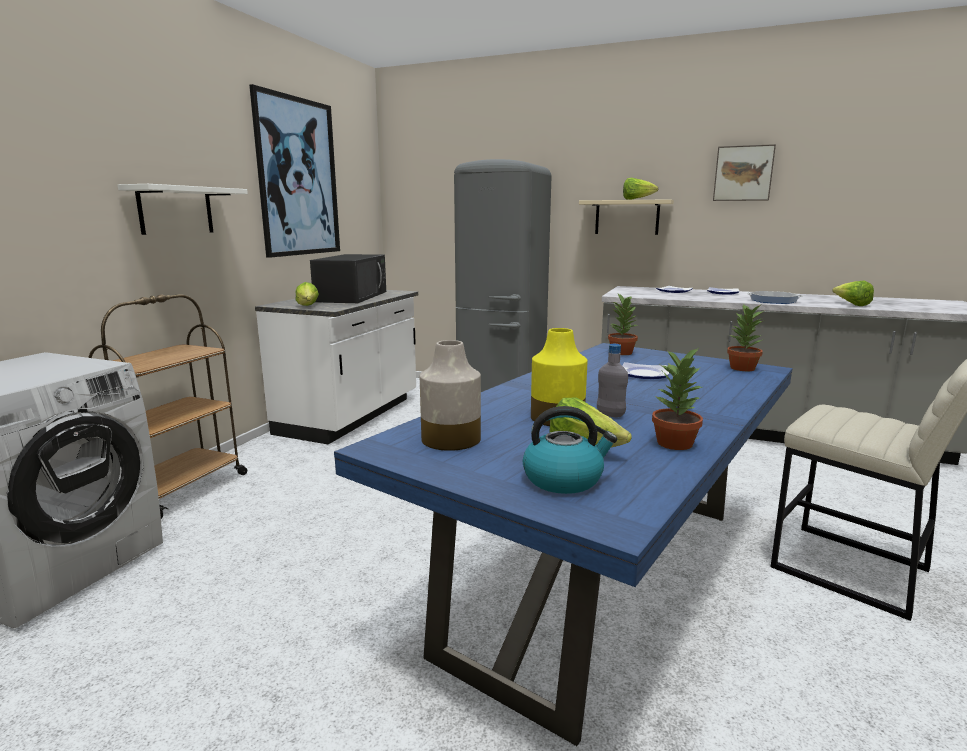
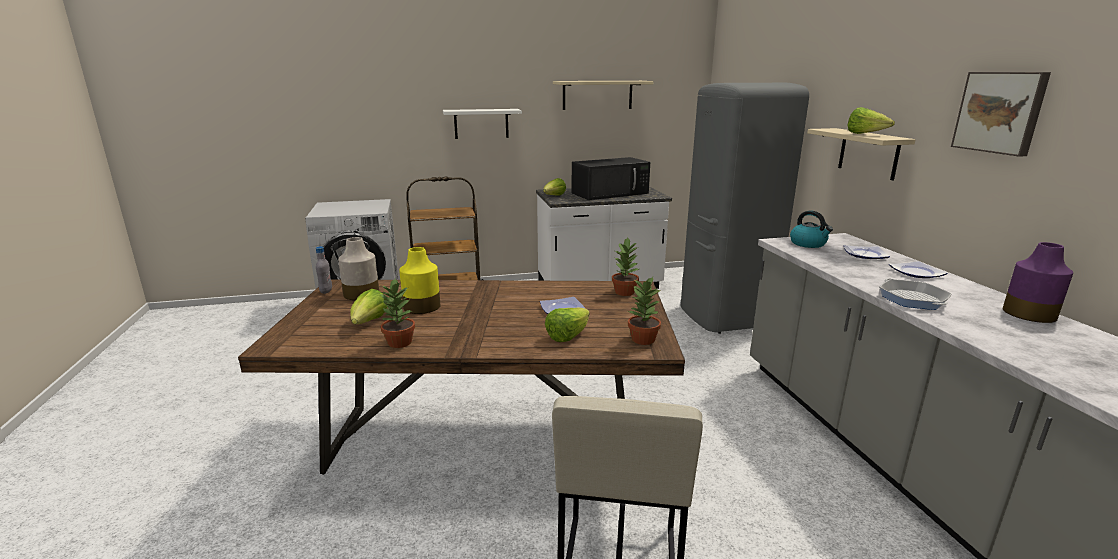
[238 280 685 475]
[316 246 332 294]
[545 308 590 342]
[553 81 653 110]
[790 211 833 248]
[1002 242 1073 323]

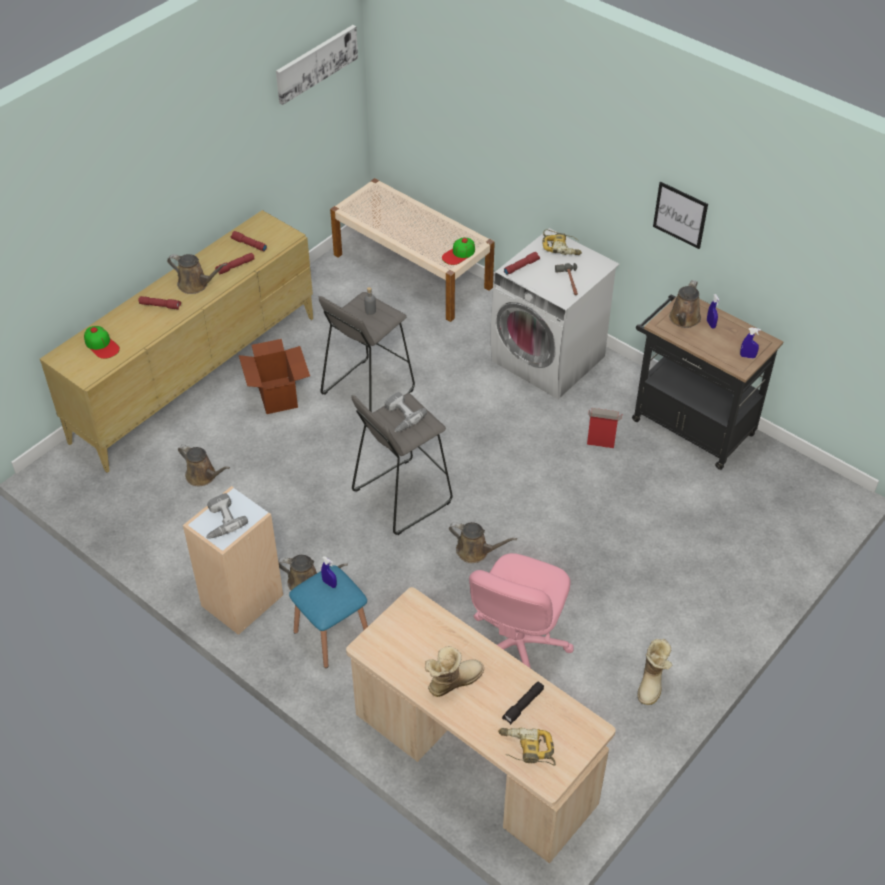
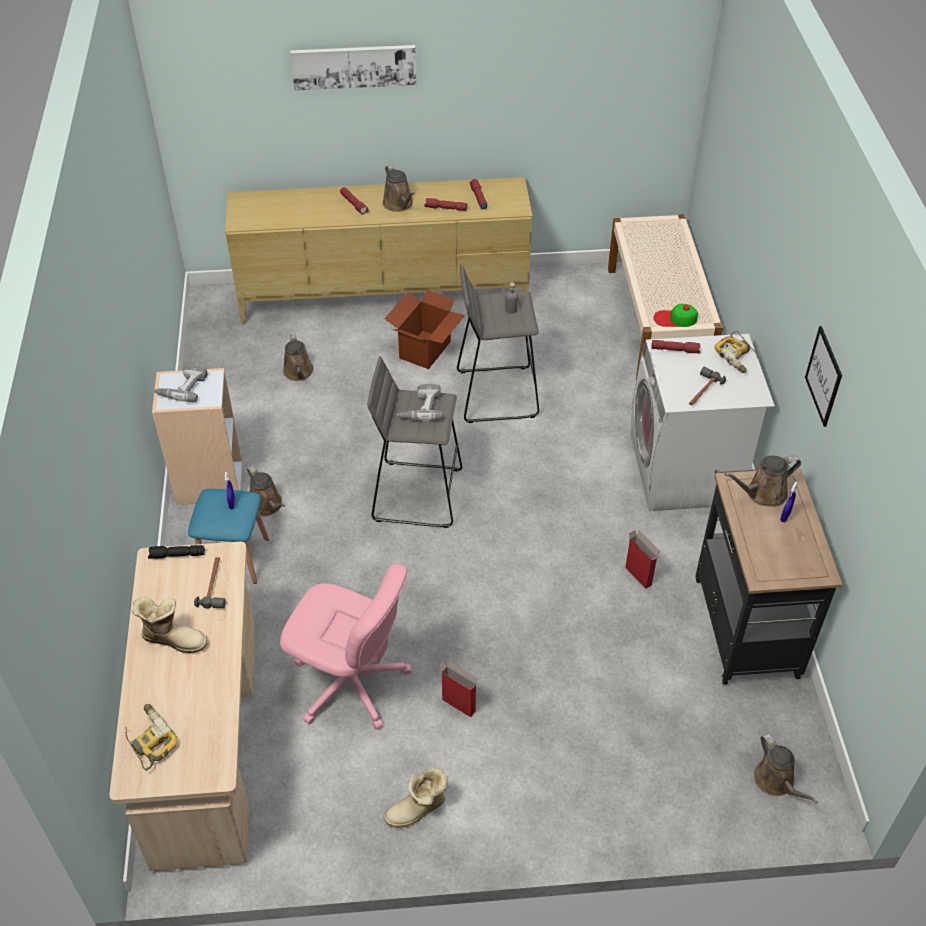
[148 545 205 559]
[194 557 225 609]
[280 564 412 730]
[290 45 416 90]
[438 661 478 717]
[754 734 818 804]
[84 326 120 359] (first image)
[740 327 761 359] (first image)

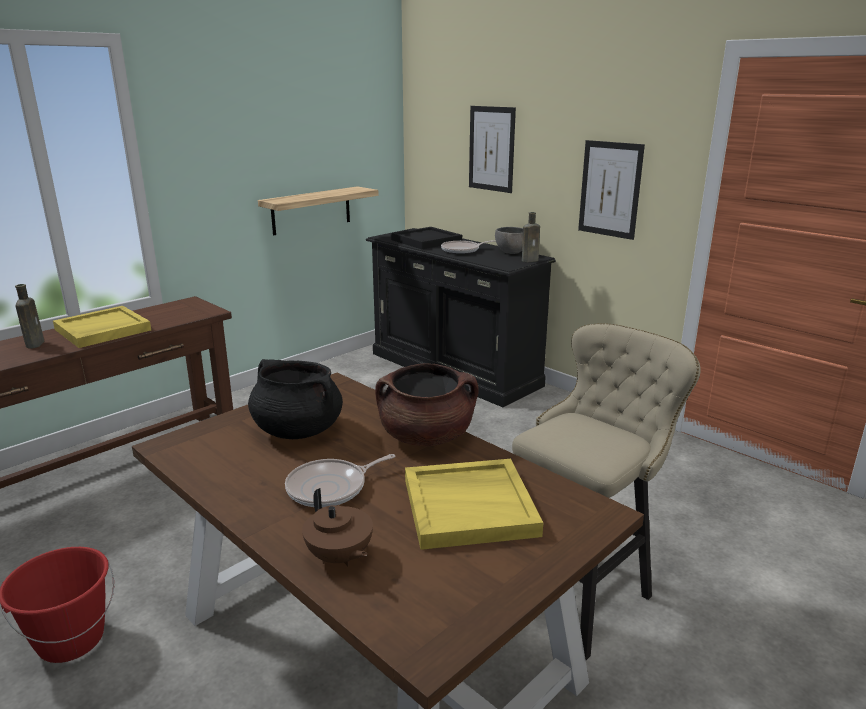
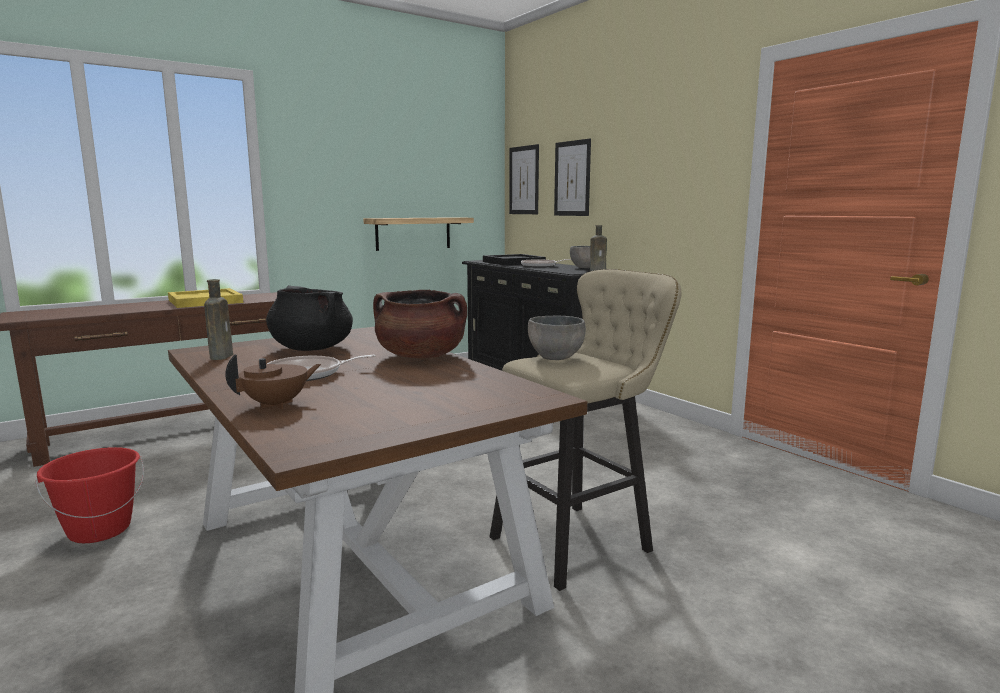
[204 279 233 360]
[225 354 321 409]
[509 144 539 214]
[528 315 586 360]
[405 459 543 550] (first image)

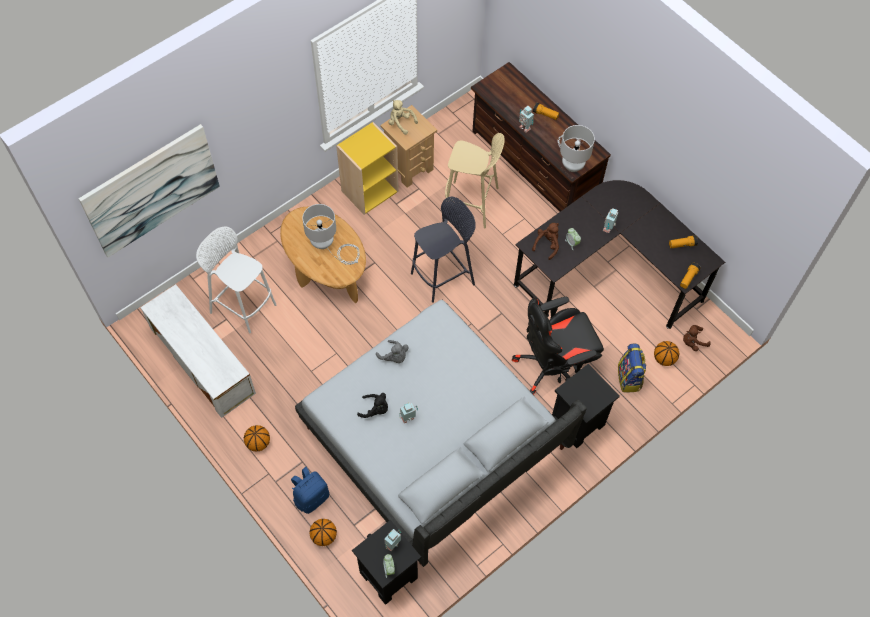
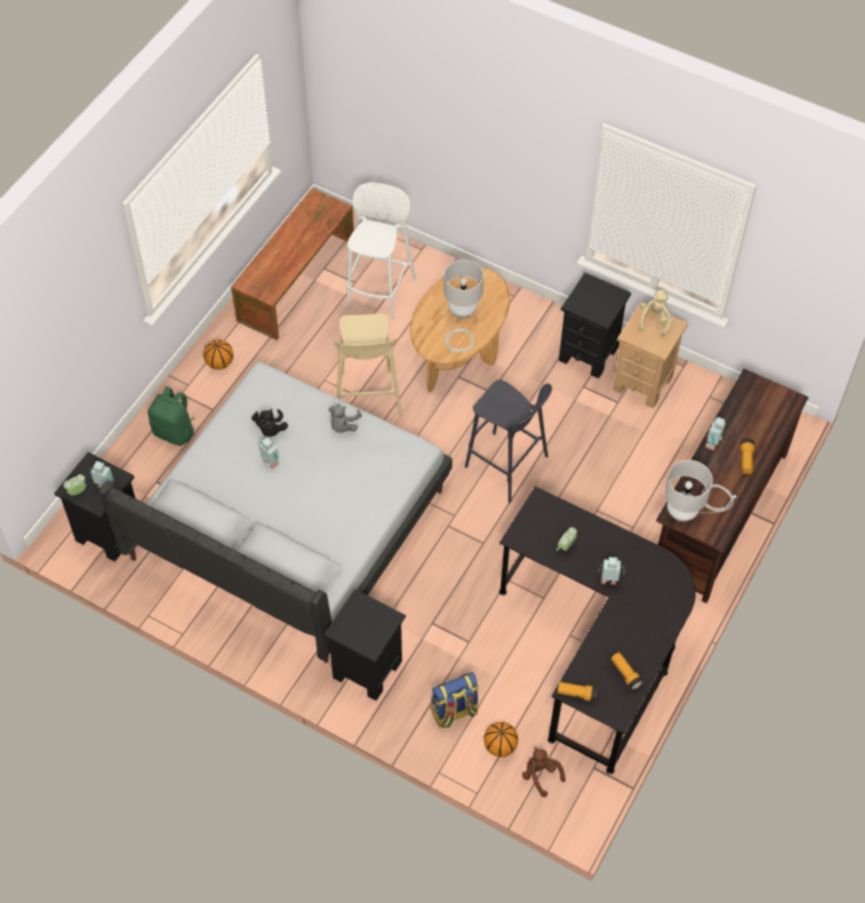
[148 387 194 446]
[231 188 354 340]
[334 313 403 418]
[559 273 631 379]
[78 124 220 257] (first image)
[309 519 337 546] (first image)
[512 297 604 395] (first image)
[532 223 559 260] (first image)

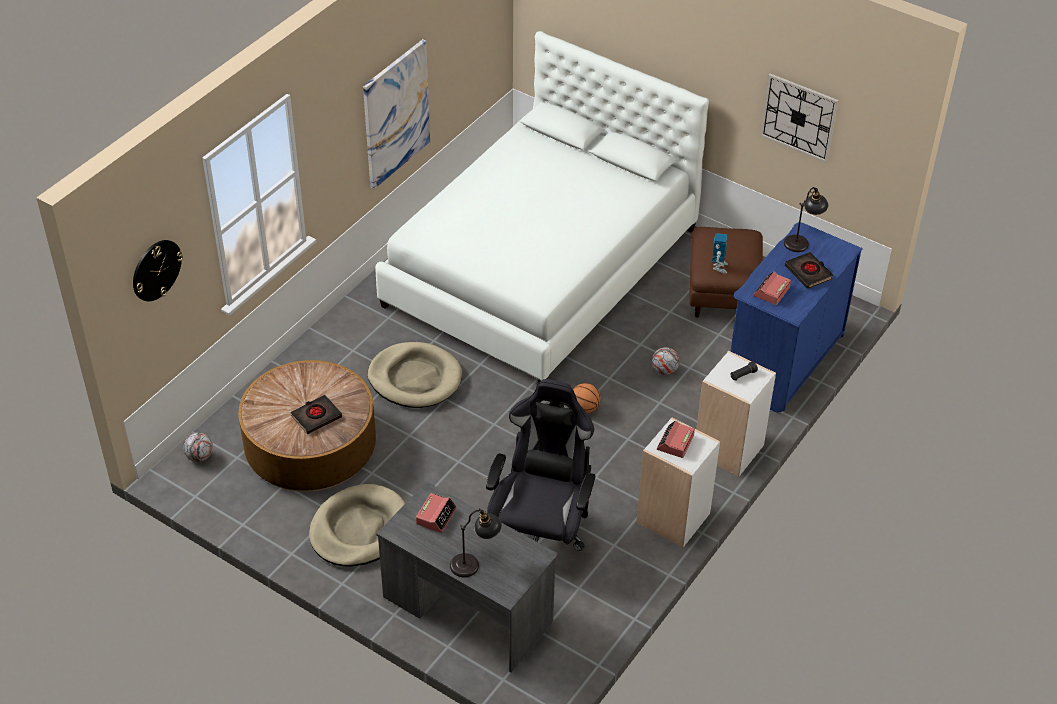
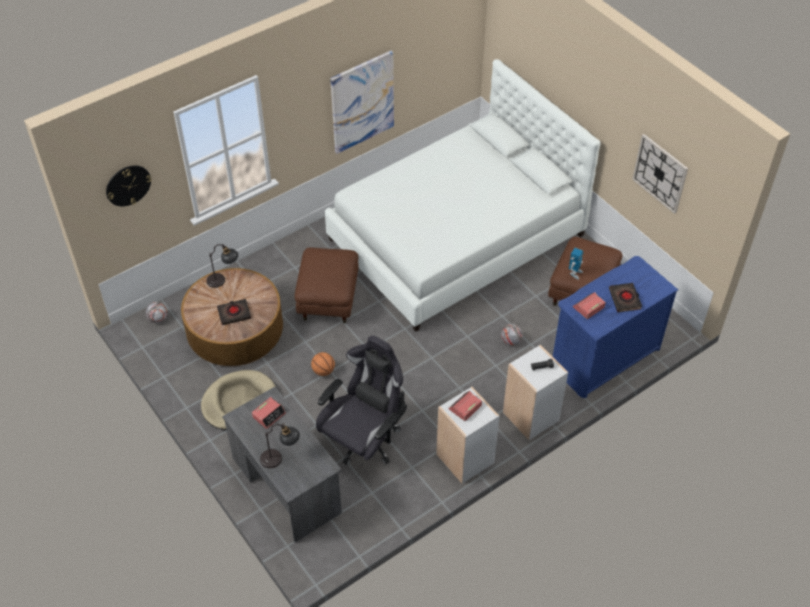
[206 243 238 288]
[295 247 359 323]
[311 352 335 376]

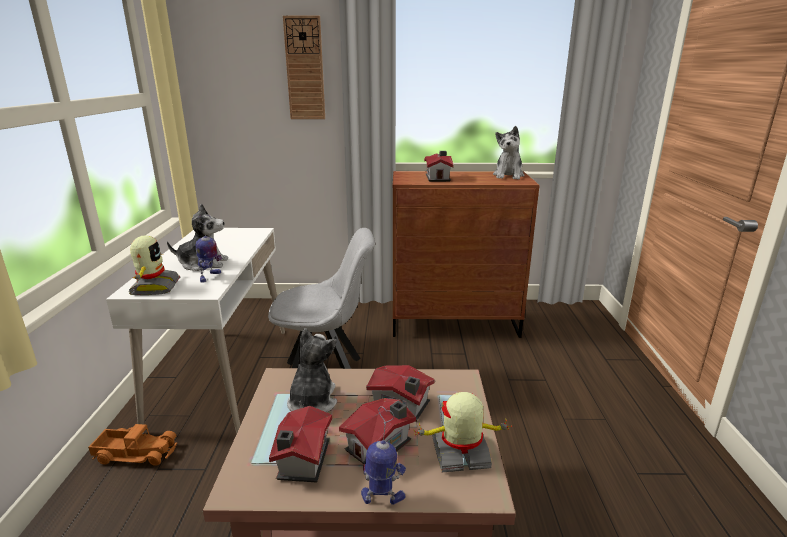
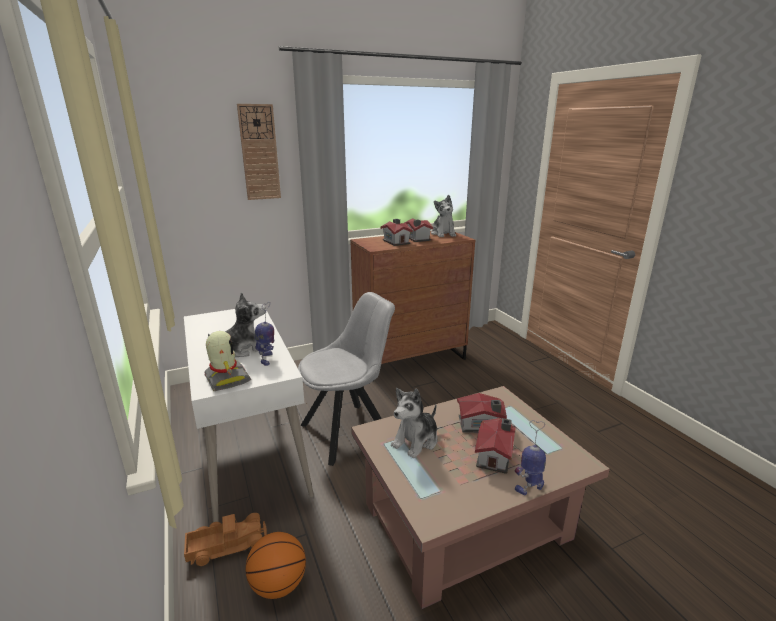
[246 532 306 599]
[391 388 437 458]
[405 218 433 242]
[414 392 512 472] (first image)

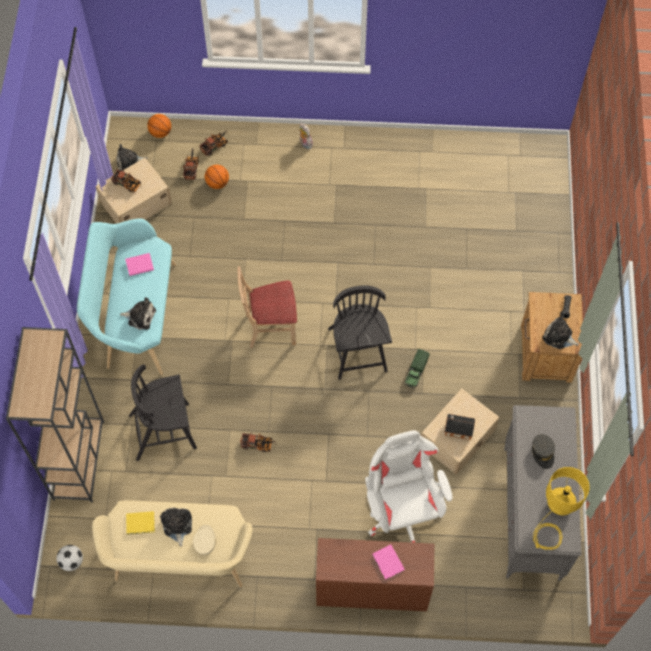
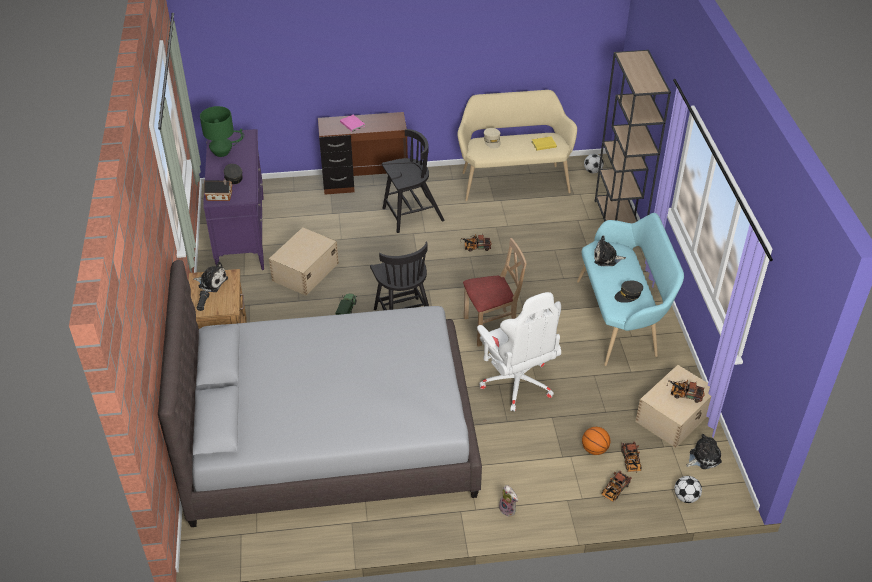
[158 260 482 527]
[200 106 244 157]
[203 129 264 270]
[204 180 232 201]
[382 129 445 233]
[477 292 561 412]
[614 281 643 303]
[674 476 702 503]
[160 508 192 547] (first image)

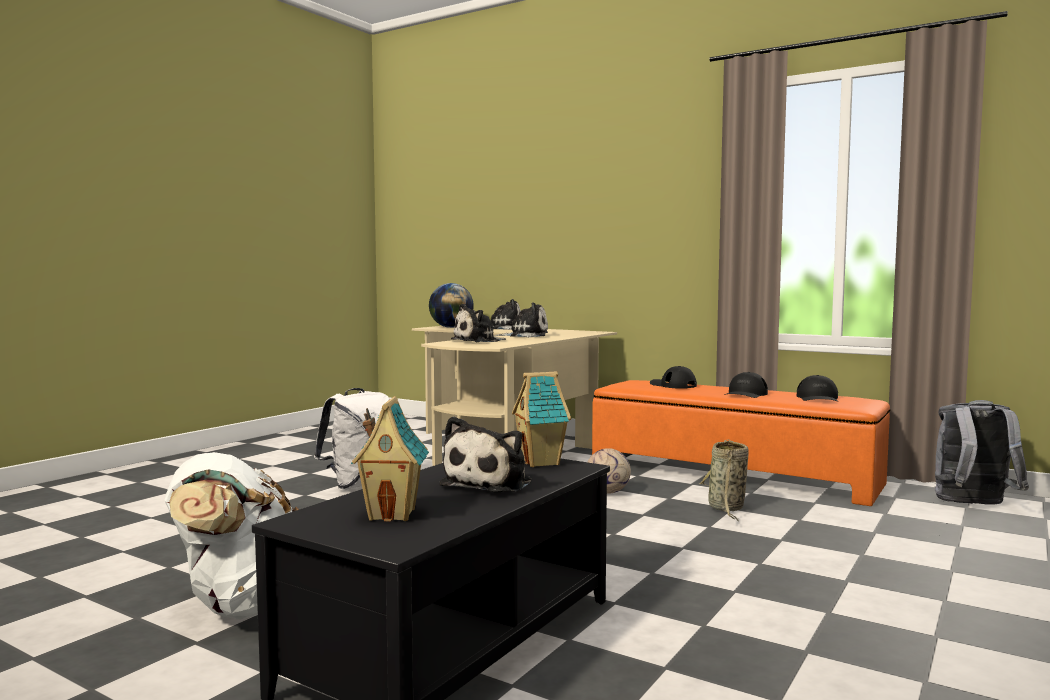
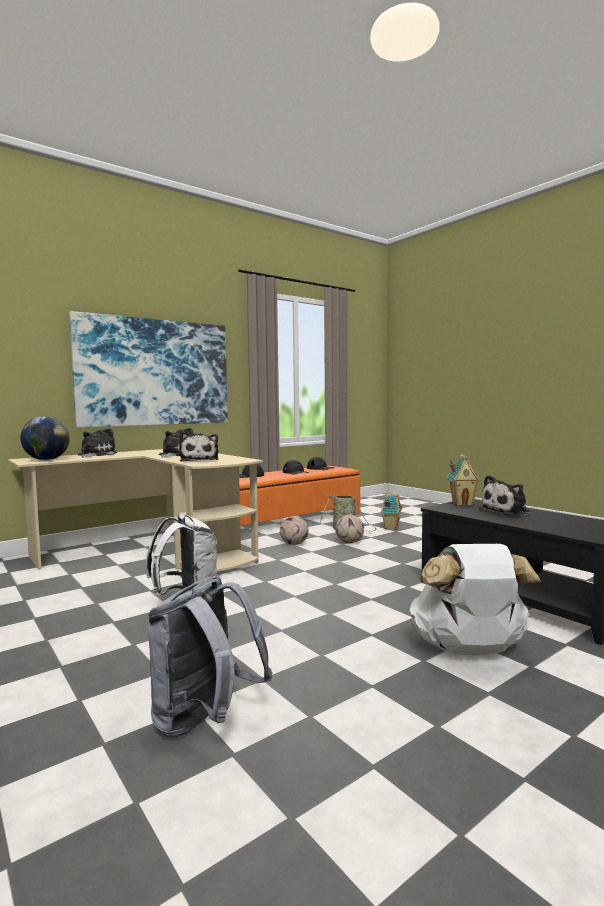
[69 311 228 427]
[149 576 272 738]
[335 515 364 543]
[381 494 402 530]
[479 475 531 516]

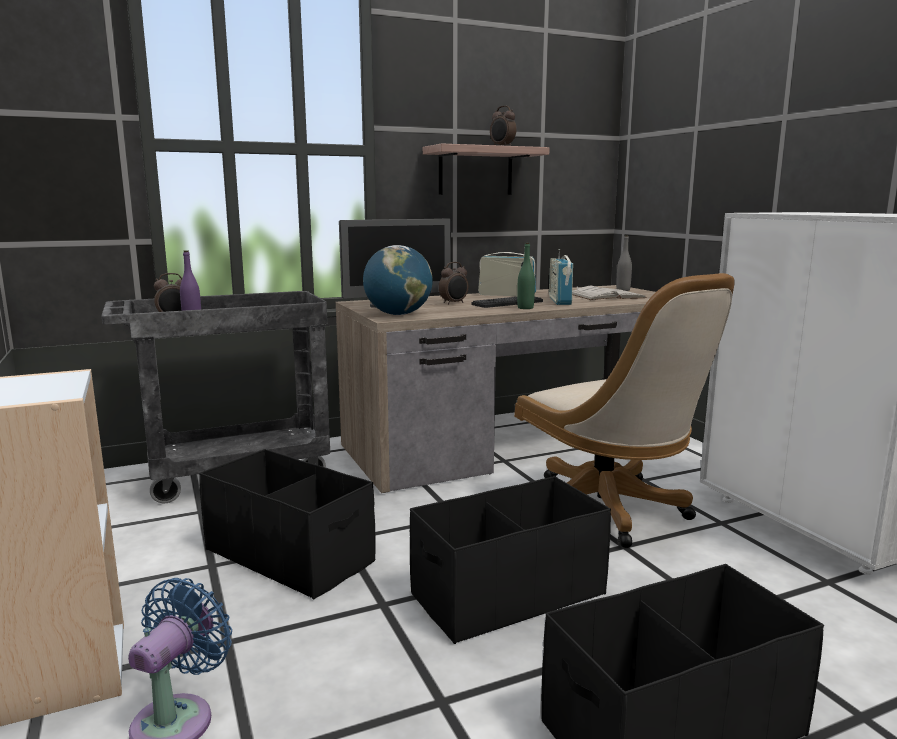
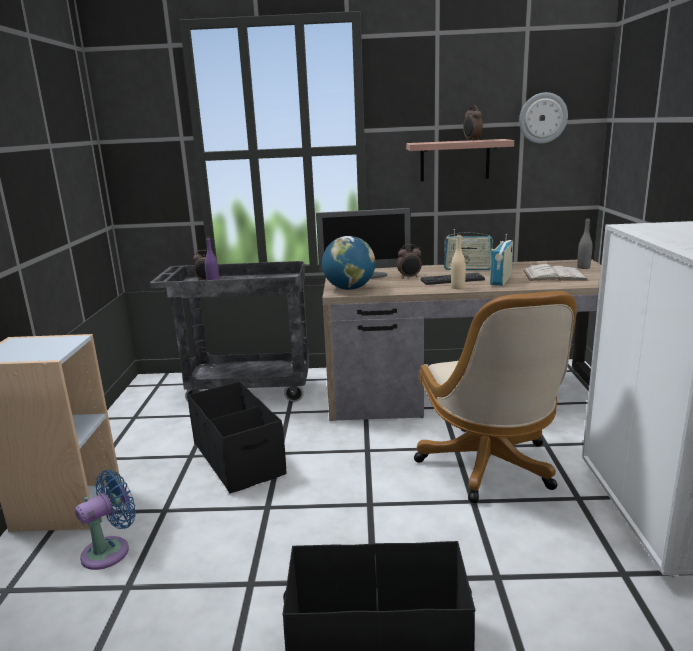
[444 229 493 270]
[451 234 466 289]
[519 92 568 144]
[410 476 611 644] (first image)

